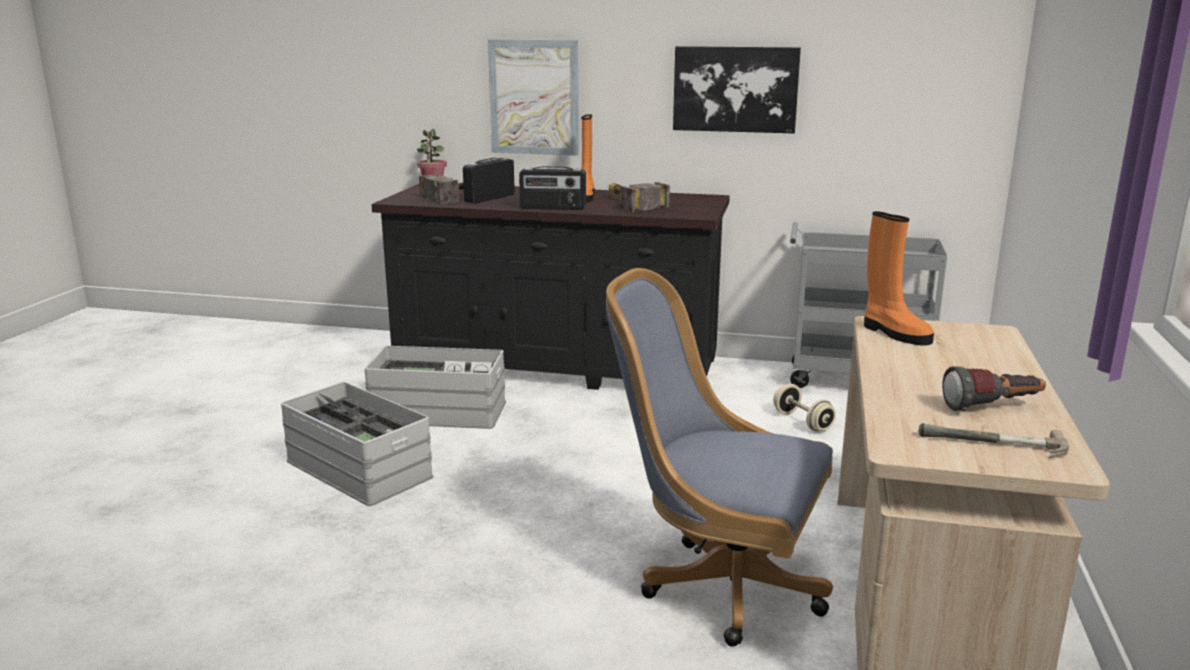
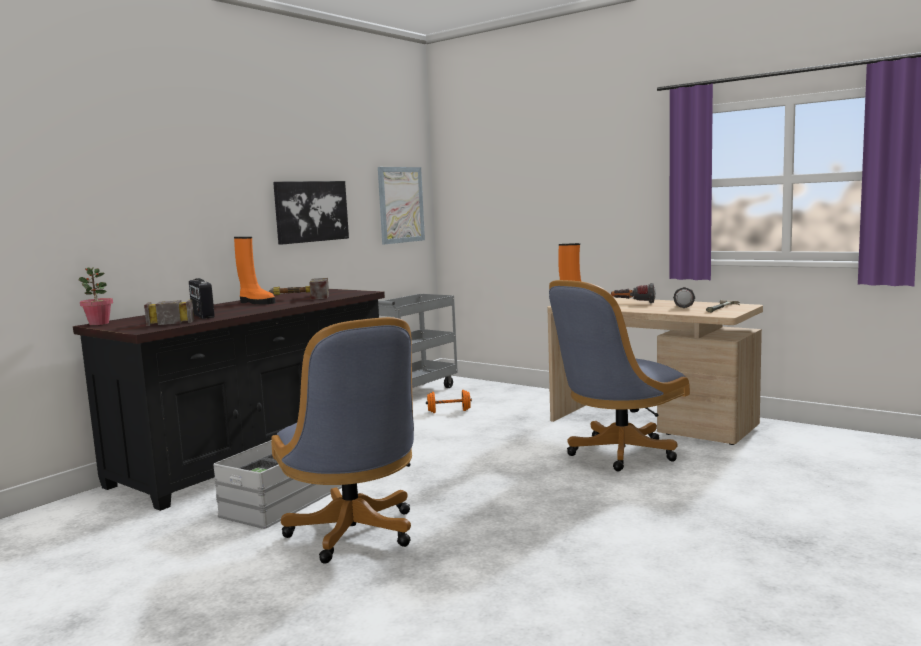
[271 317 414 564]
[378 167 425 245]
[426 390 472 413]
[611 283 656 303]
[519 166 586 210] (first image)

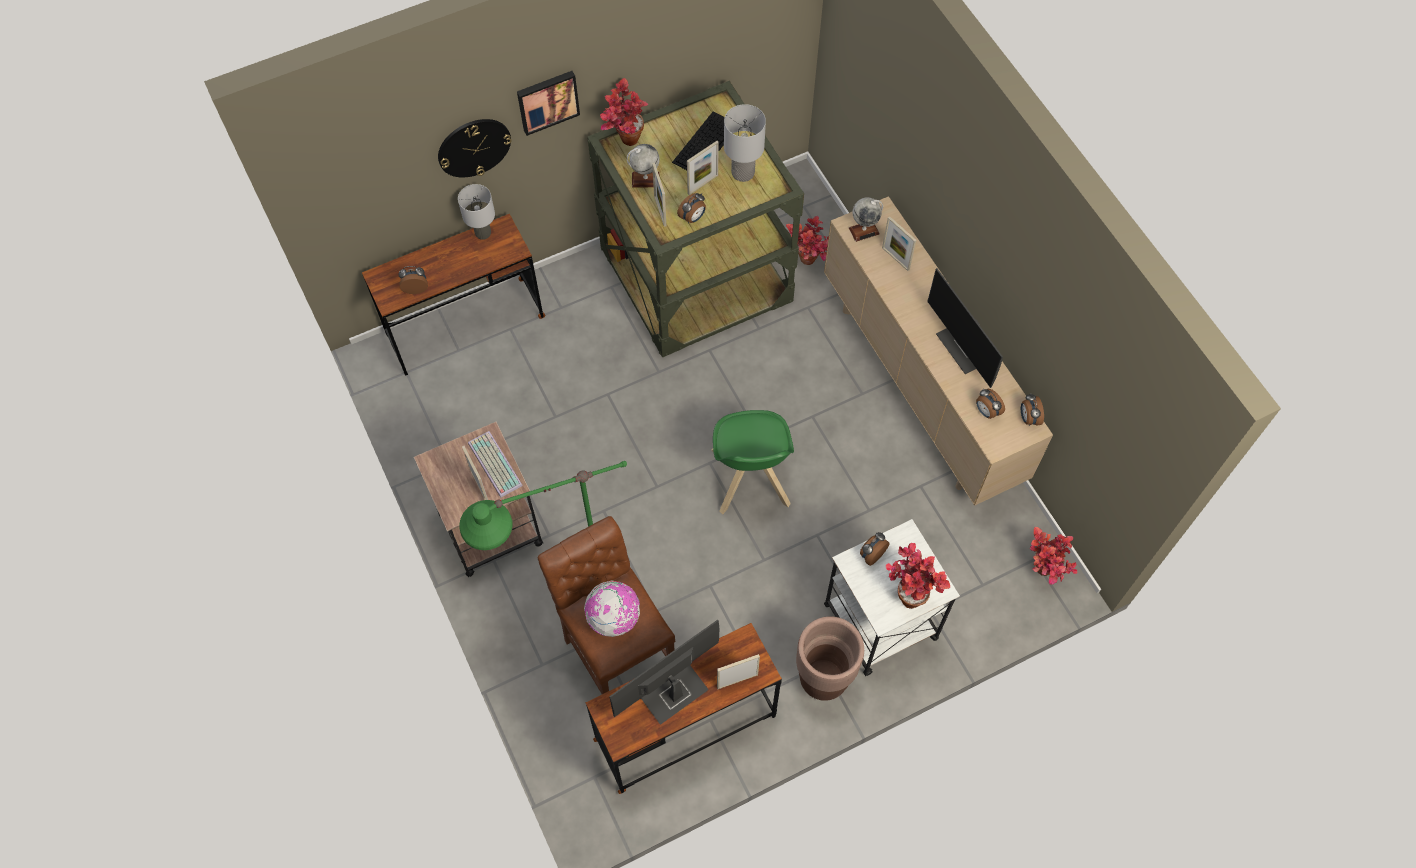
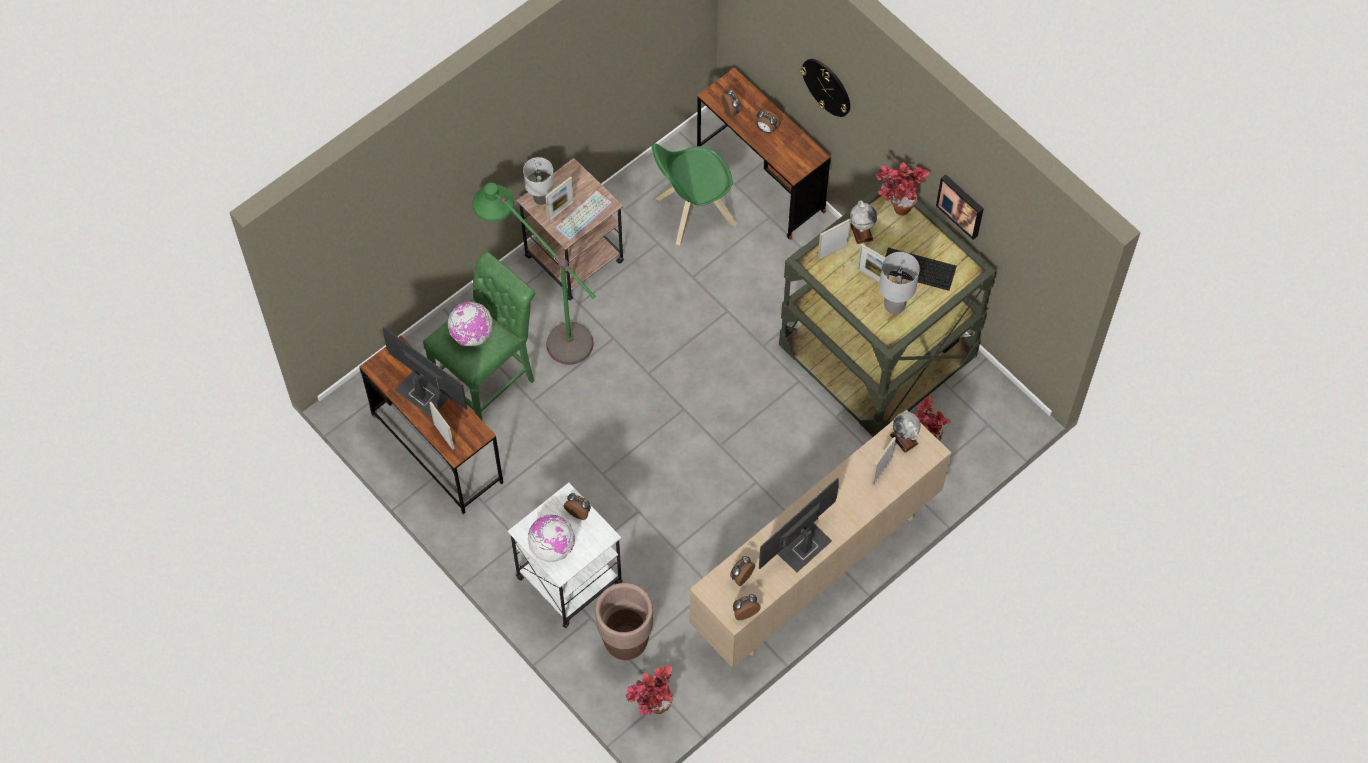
[423 252 535 420]
[523 157 554 205]
[528 515 575 562]
[595 583 653 660]
[651 144 737 245]
[756 110 781 134]
[936 174 984 240]

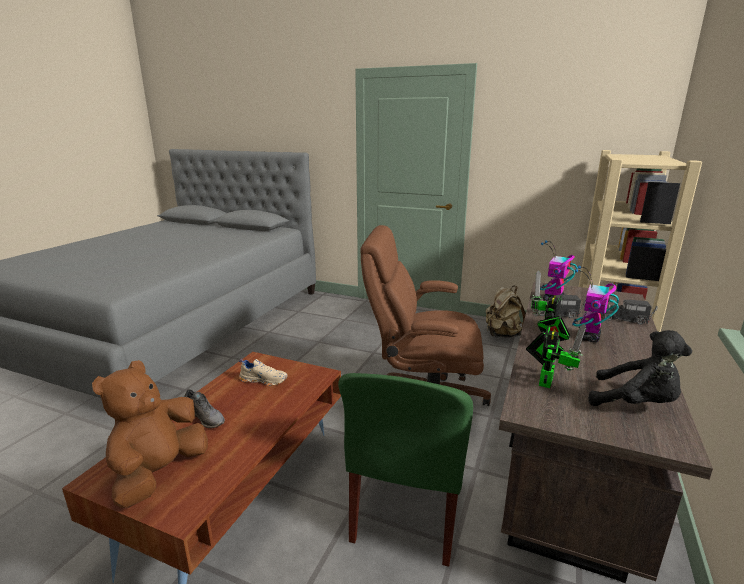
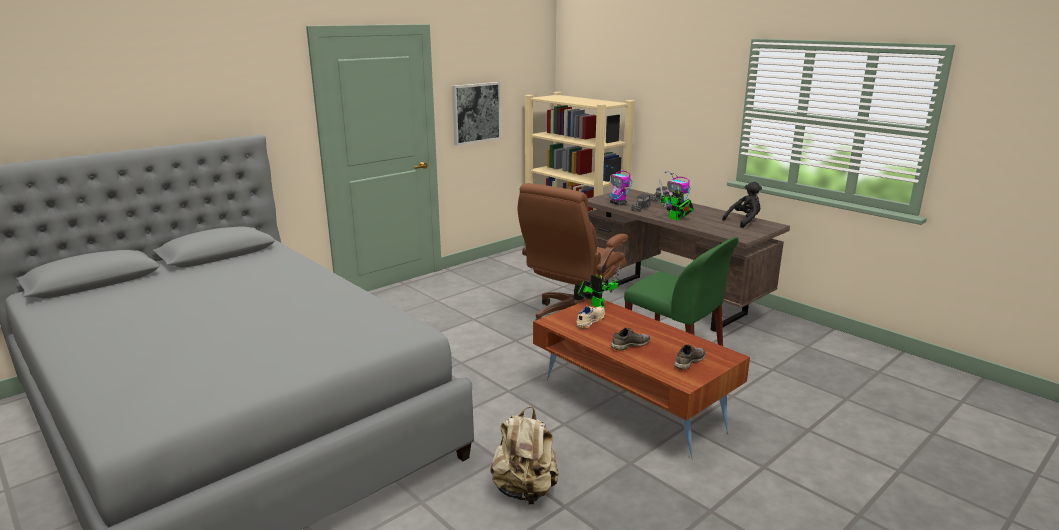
[452 82 501 145]
[490 407 559 505]
[577 263 621 308]
[674 344 706 370]

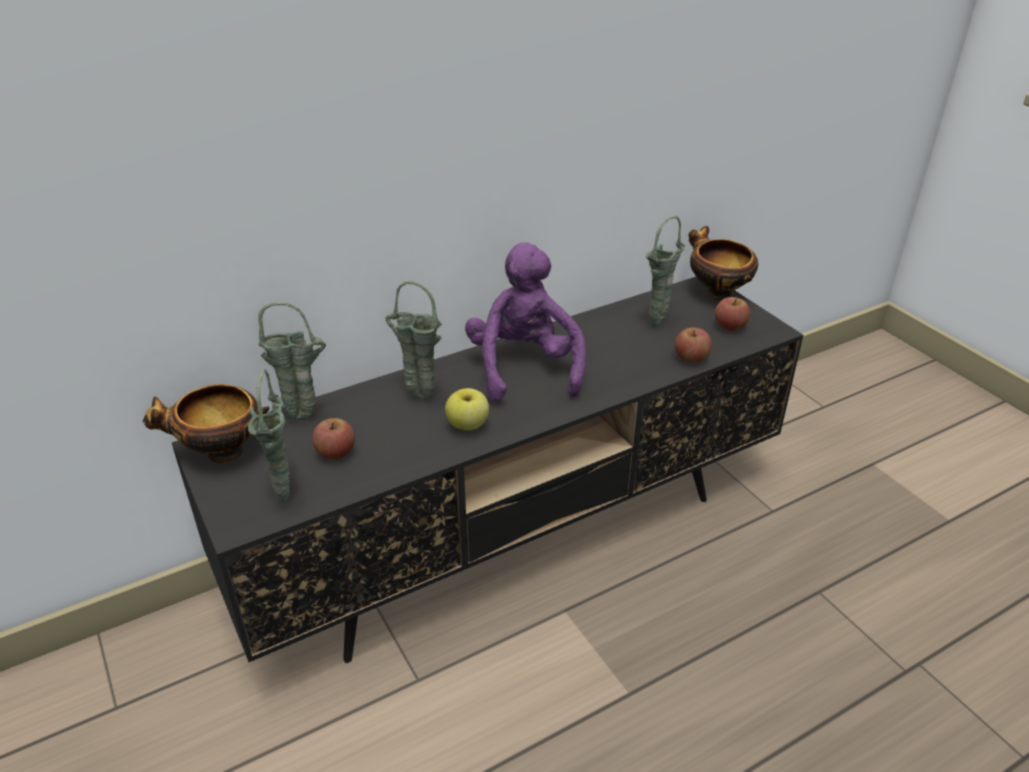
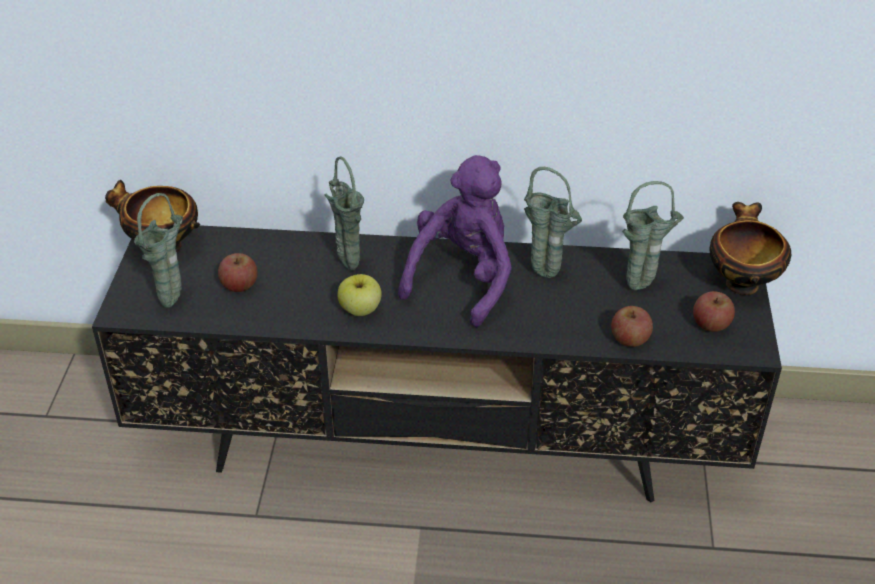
[524 167 582 278]

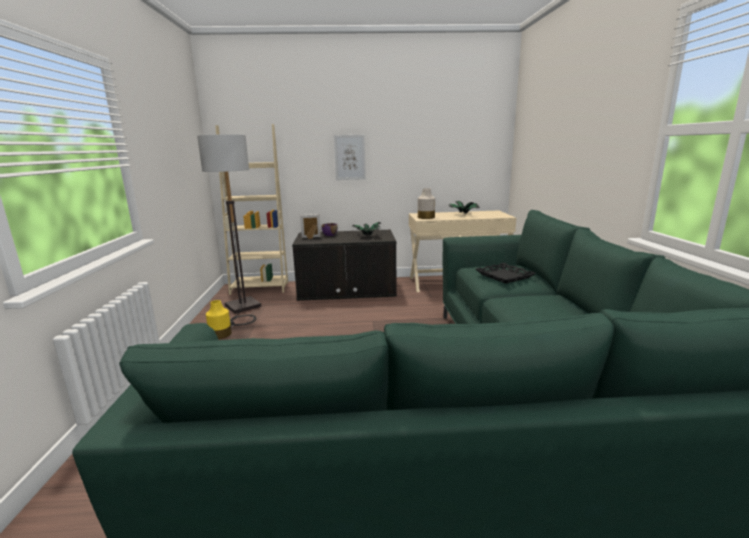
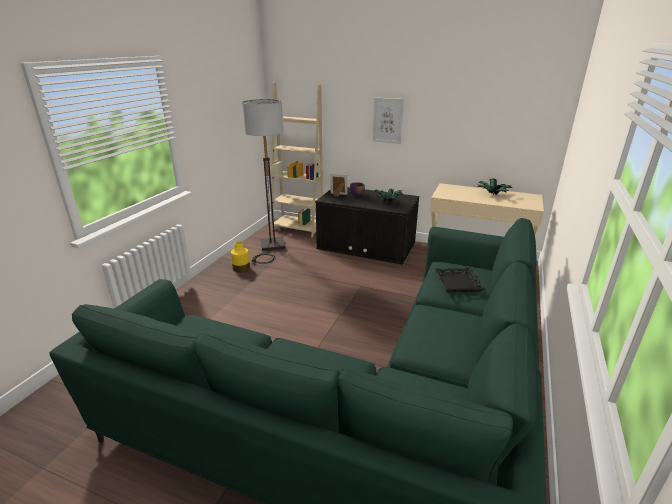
[418 188 435 219] (first image)

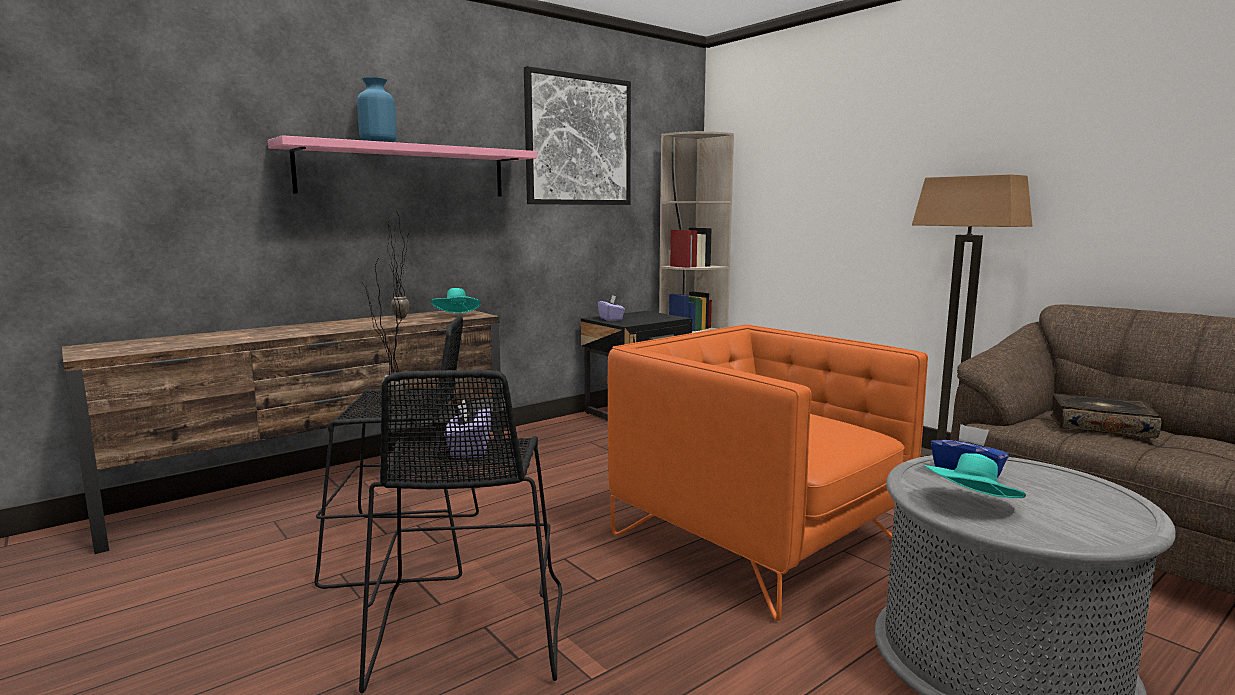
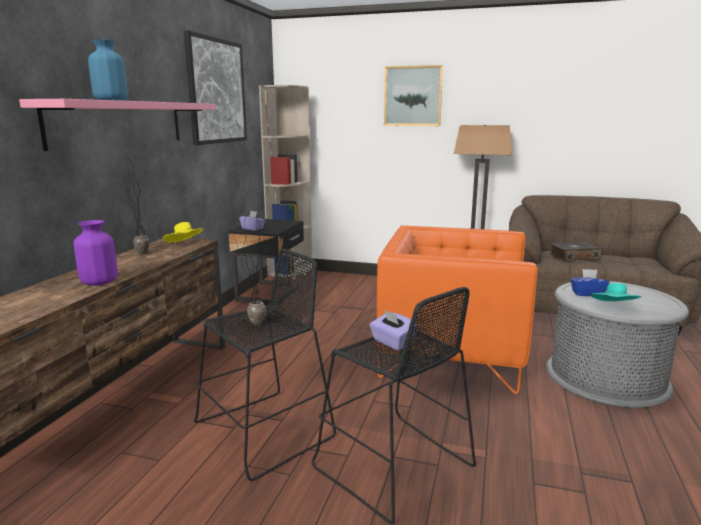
[73 220 118 286]
[163 222 203 242]
[384 65 443 126]

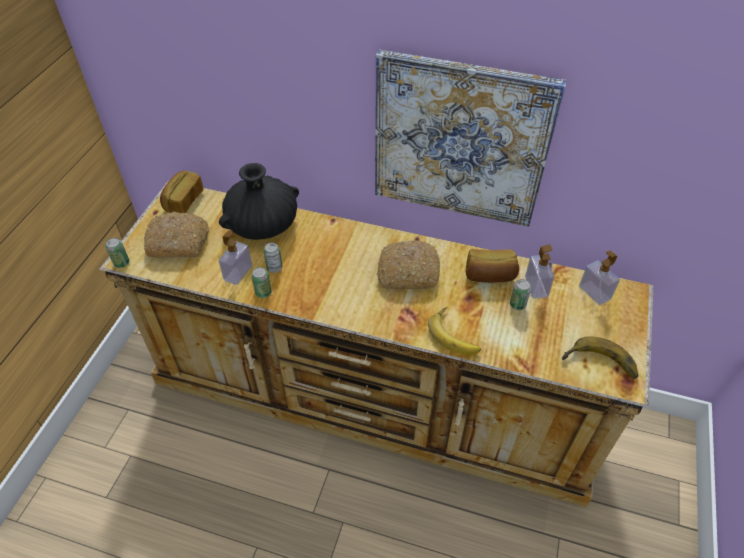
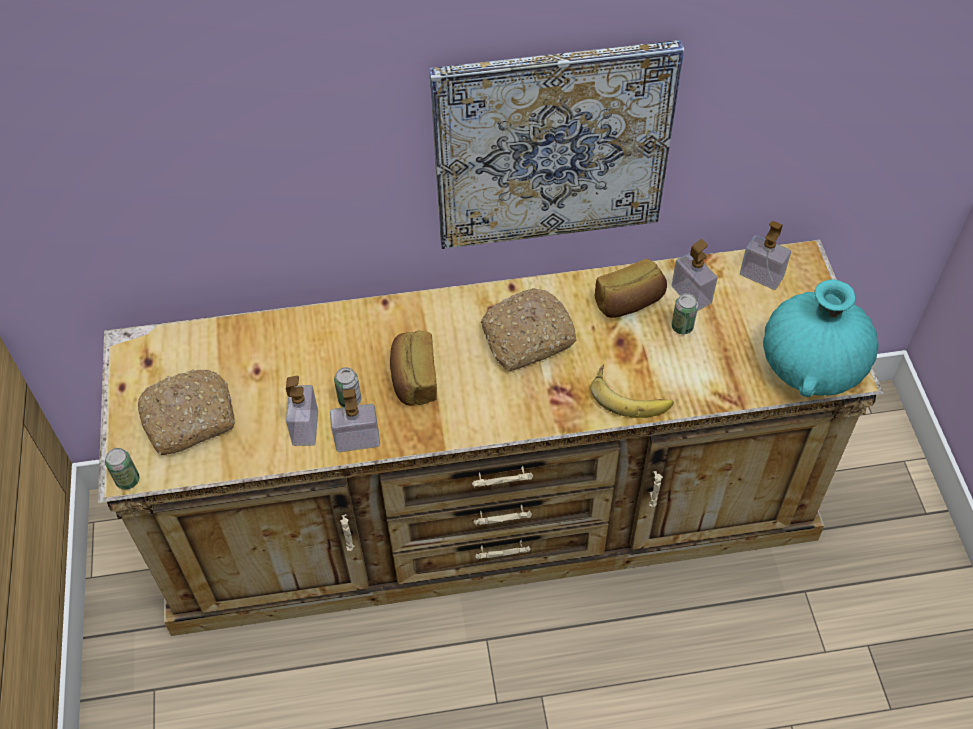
[330 389 380 452]
[390 331 437 405]
[763 280 879 397]
[219 163 299 240] (first image)

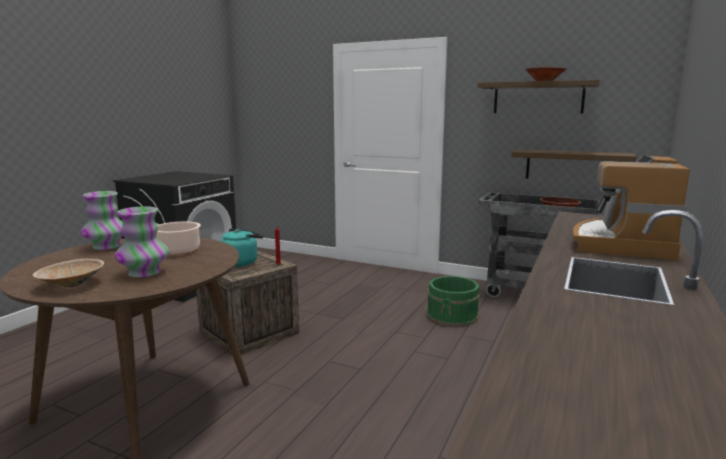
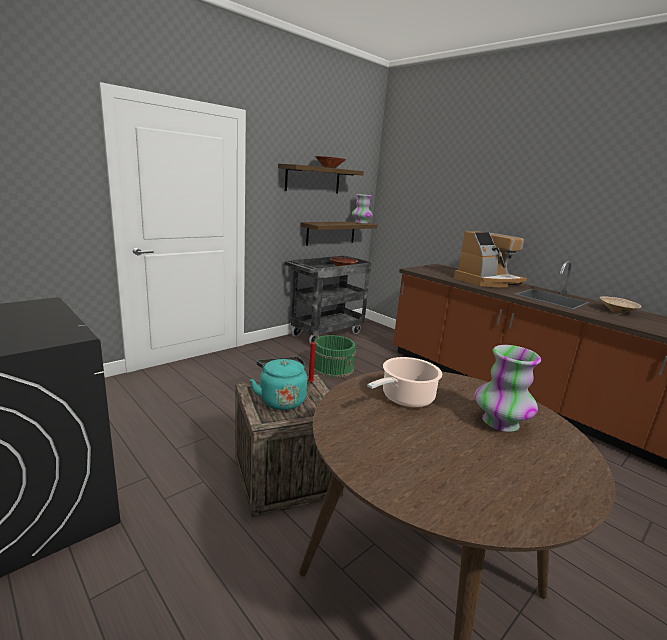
[352 194 373 224]
[454 232 527 287]
[600 296 642 313]

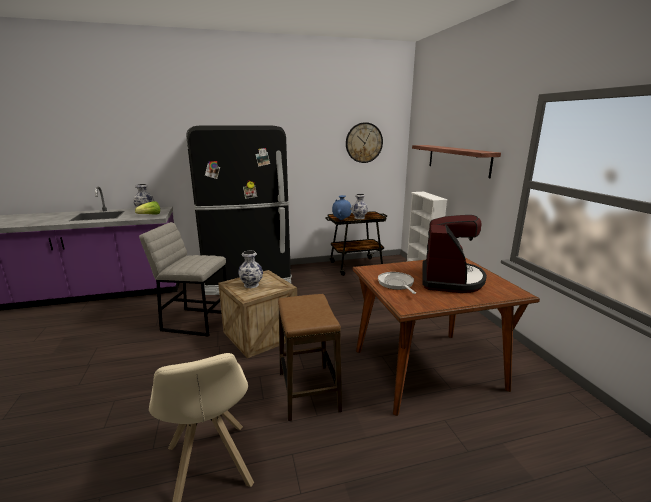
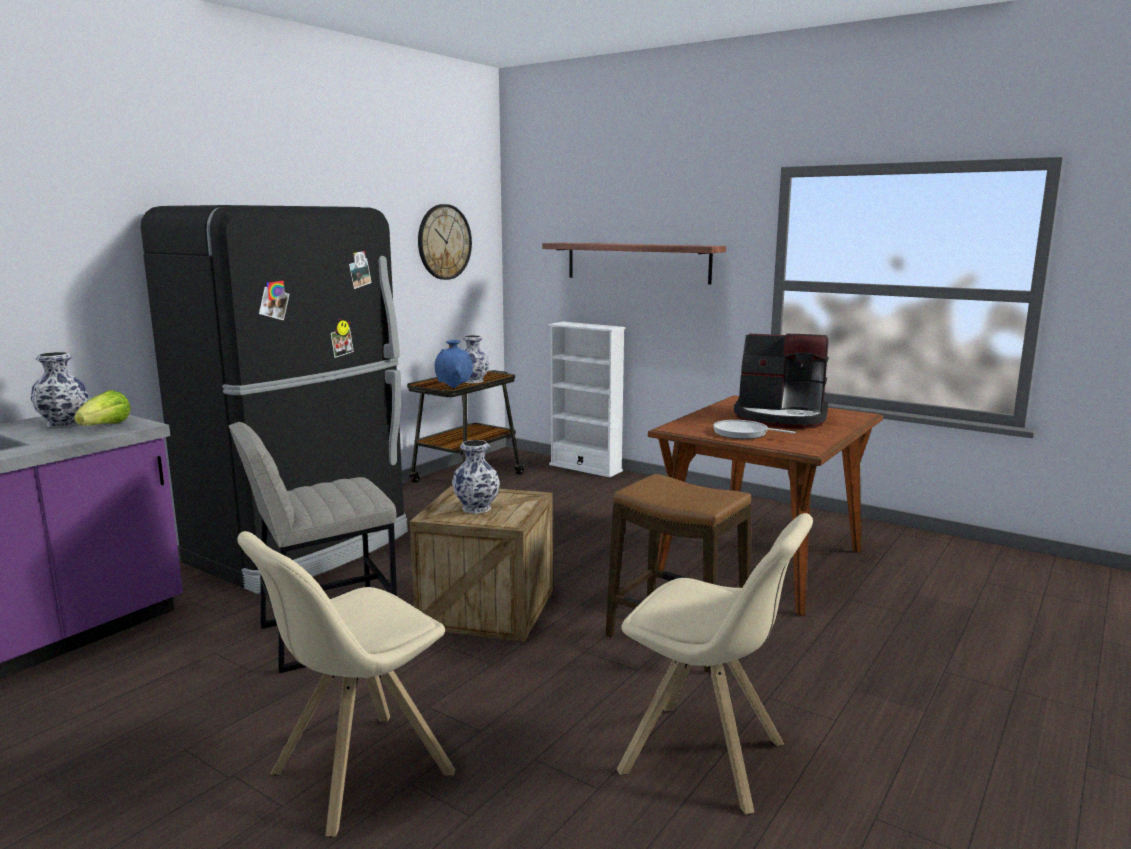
[237 531 455 837]
[734 333 829 429]

